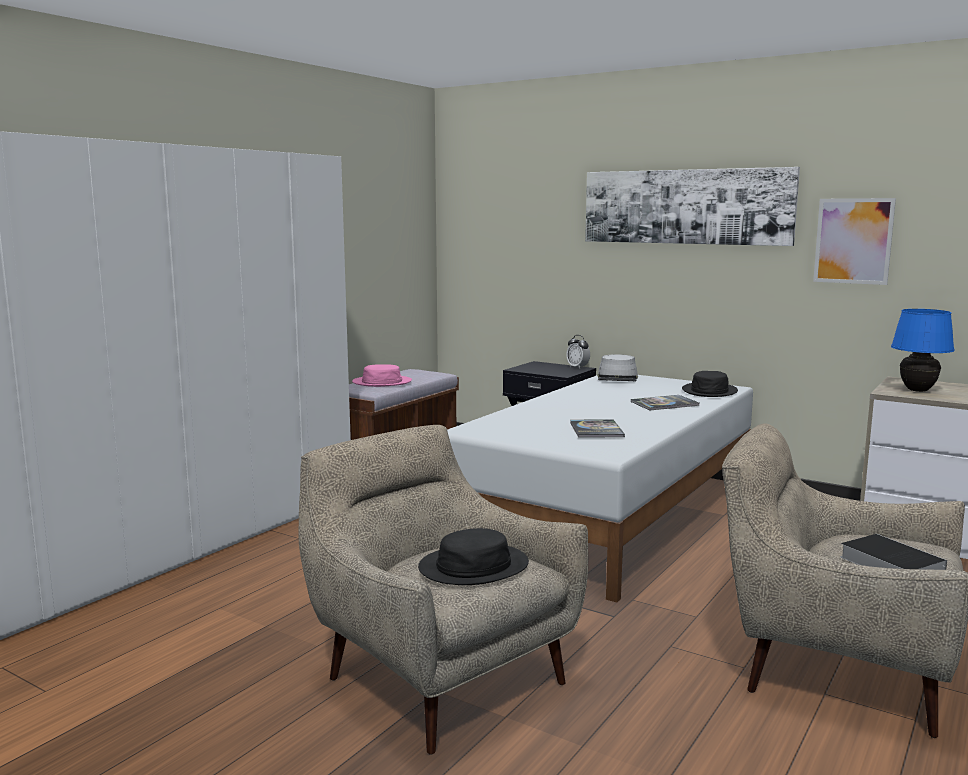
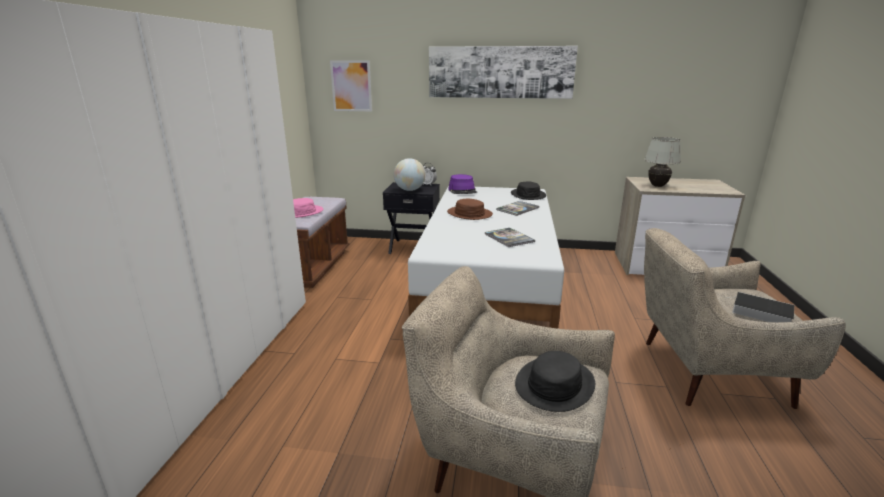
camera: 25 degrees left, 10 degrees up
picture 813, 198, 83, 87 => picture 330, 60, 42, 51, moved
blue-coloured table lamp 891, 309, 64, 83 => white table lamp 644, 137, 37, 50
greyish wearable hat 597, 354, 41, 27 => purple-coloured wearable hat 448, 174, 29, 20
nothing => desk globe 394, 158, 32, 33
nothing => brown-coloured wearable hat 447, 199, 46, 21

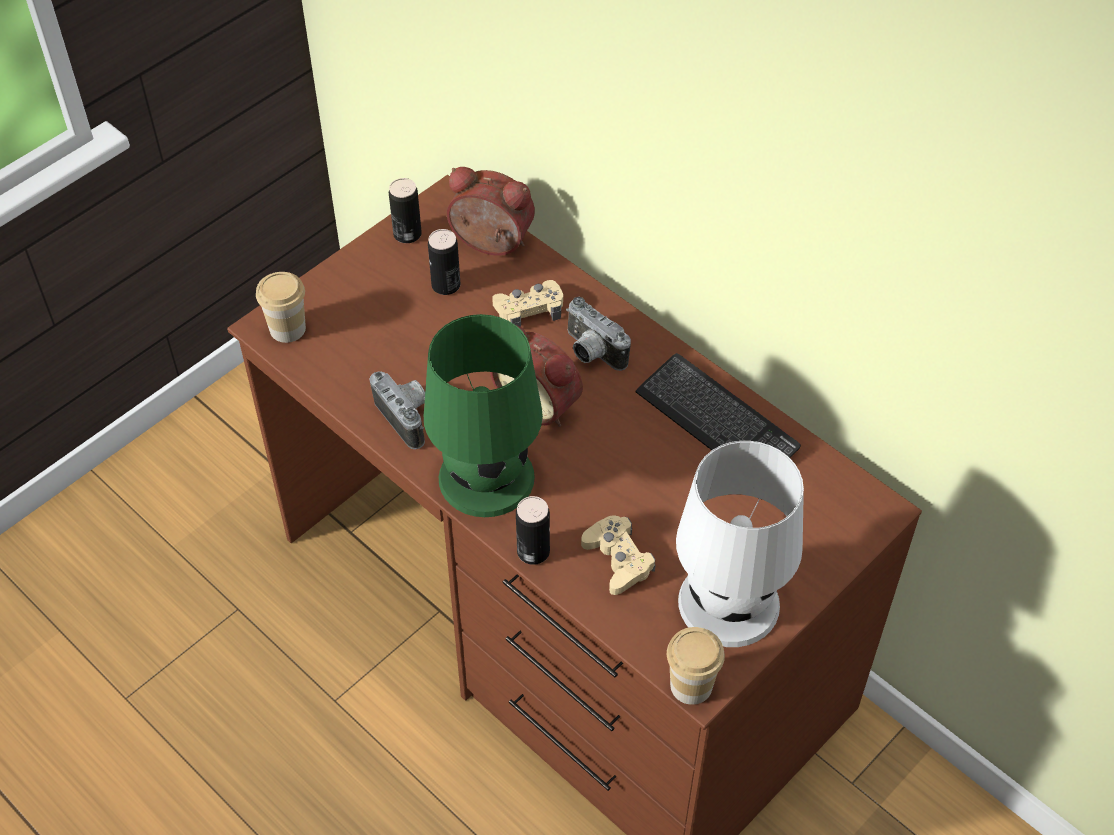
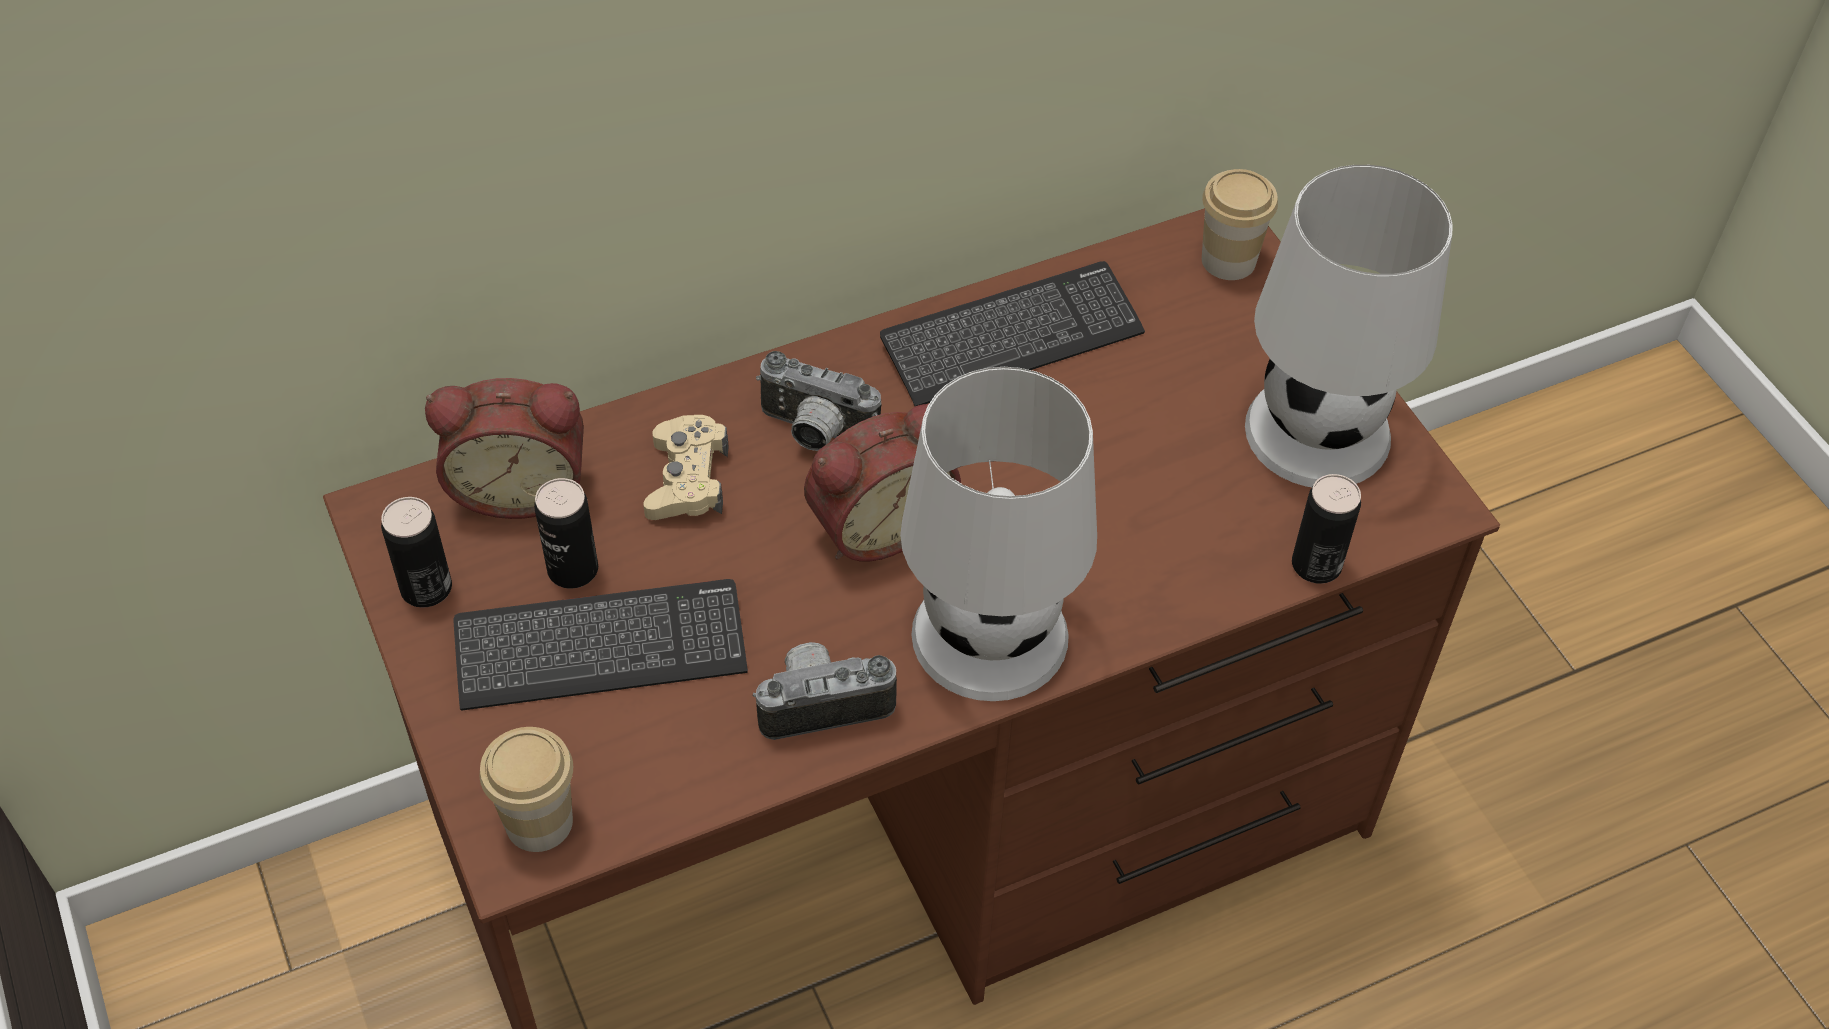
camera: 70 degrees left, 0 degrees up
alarm clock 447, 167, 88, 88 => alarm clock 425, 378, 159, 141, 135 degrees counterclockwise
still camera 566, 297, 65, 74 => still camera 756, 351, 125, 100, 45 degrees clockwise
green table lamp 424, 314, 119, 203 => white table lamp 900, 367, 197, 334
metal can 516, 496, 34, 69 => metal can 1292, 474, 69, 110, moved
beige-coloured joypad 581, 515, 75, 80 => nothing
small cup 667, 627, 58, 78 => small cup 1202, 169, 76, 111, moved
nothing => keyboard 453, 579, 295, 132

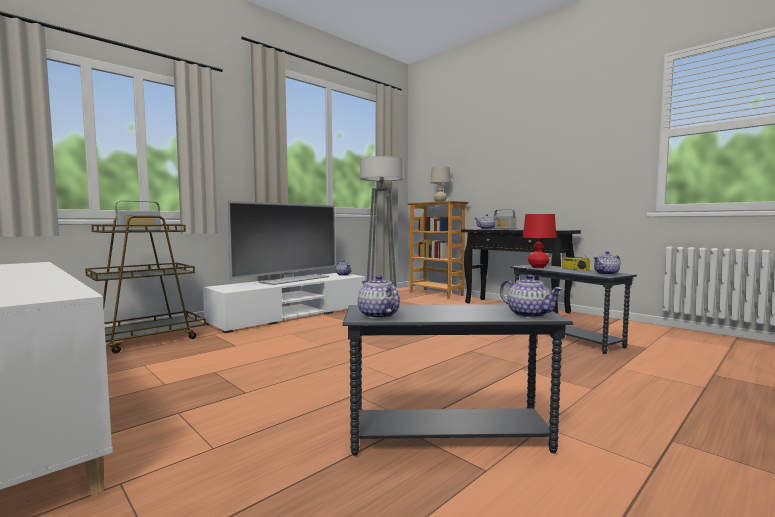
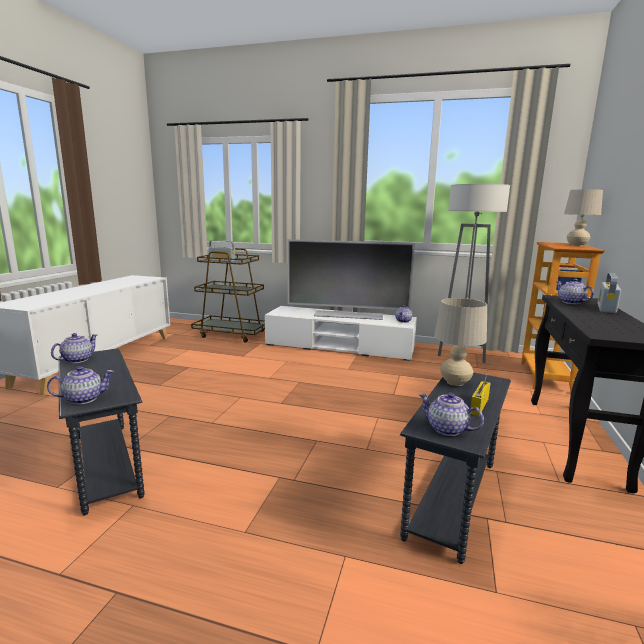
camera: 60 degrees right, 10 degrees up
red-coloured table lamp 523, 214, 33, 54 => beige-coloured table lamp 434, 298, 53, 88
tea pot 500, 274, 63, 44 => tea pot 47, 366, 67, 38, 135 degrees counterclockwise

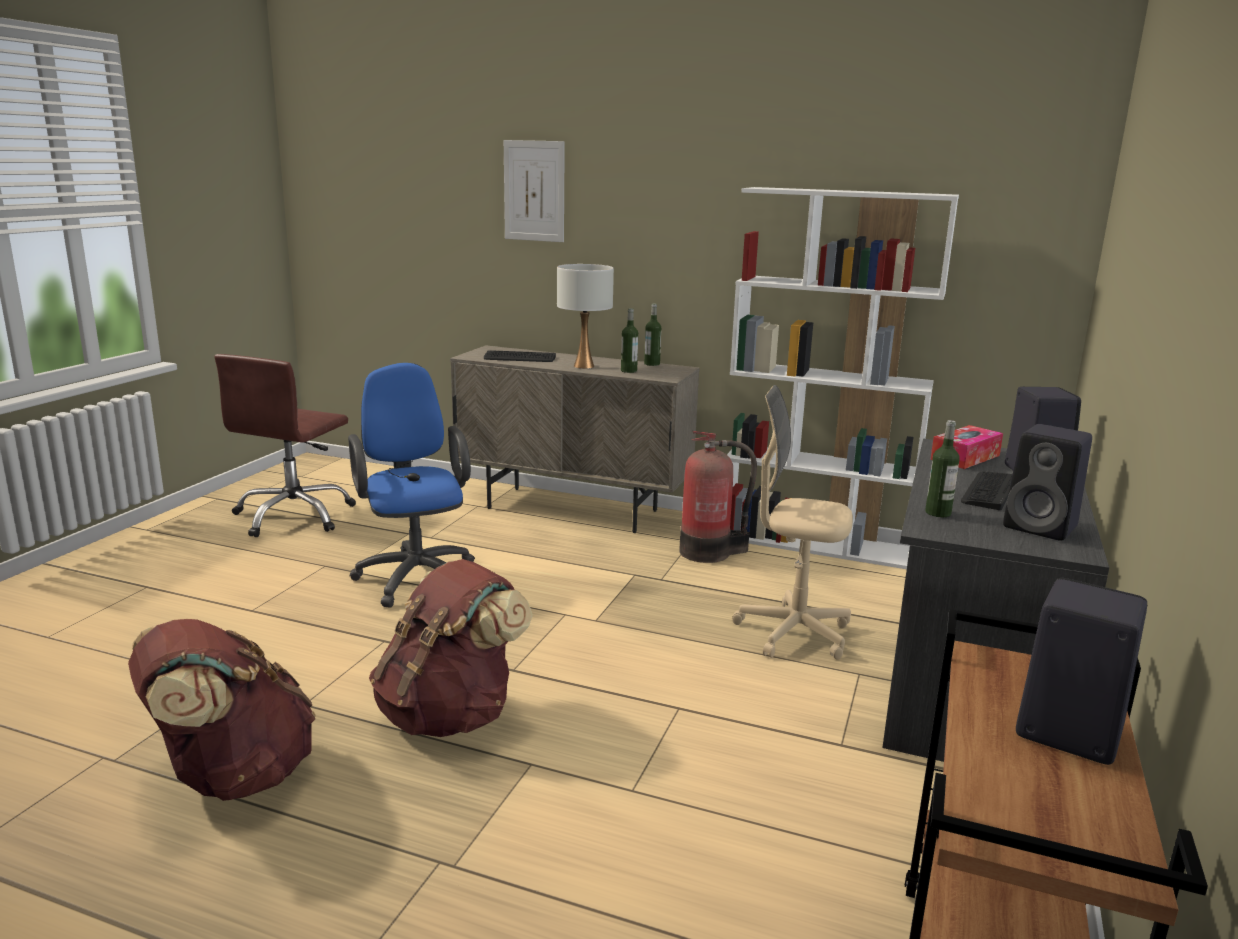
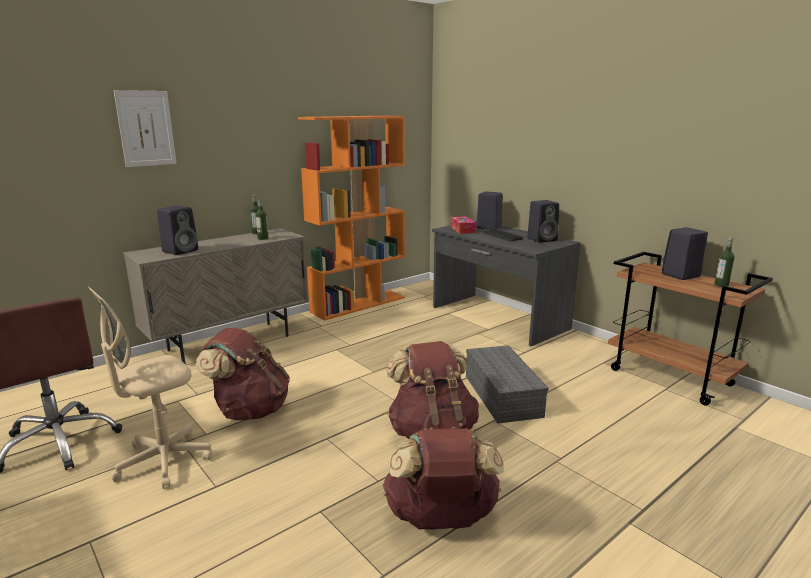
camera: 60 degrees left, 0 degrees up
white bookcase 727, 187, 232, 382 => orangey bookcase 298, 116, 107, 205
white table lamp 557, 264, 57, 105 => nothing
keyboard 484, 350, 72, 12 => blackish loudspeaker 157, 206, 41, 49
blue-coloured office chair 348, 363, 127, 245 => brown-coloured backpack 196, 328, 94, 92
beige-coloured office chair 732, 385, 121, 275 => beige-coloured office chair 88, 286, 124, 203, moved
drink bottle 925, 420, 35, 97 => drink bottle 714, 237, 21, 50, moved
extinguisher 679, 431, 78, 132 => nothing
nothing => greyish storage container 466, 345, 83, 79

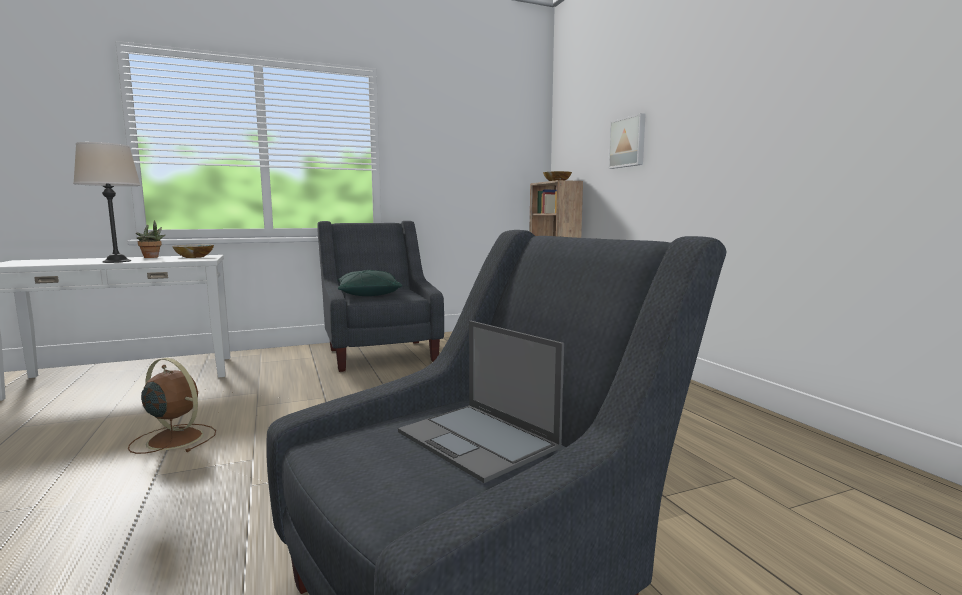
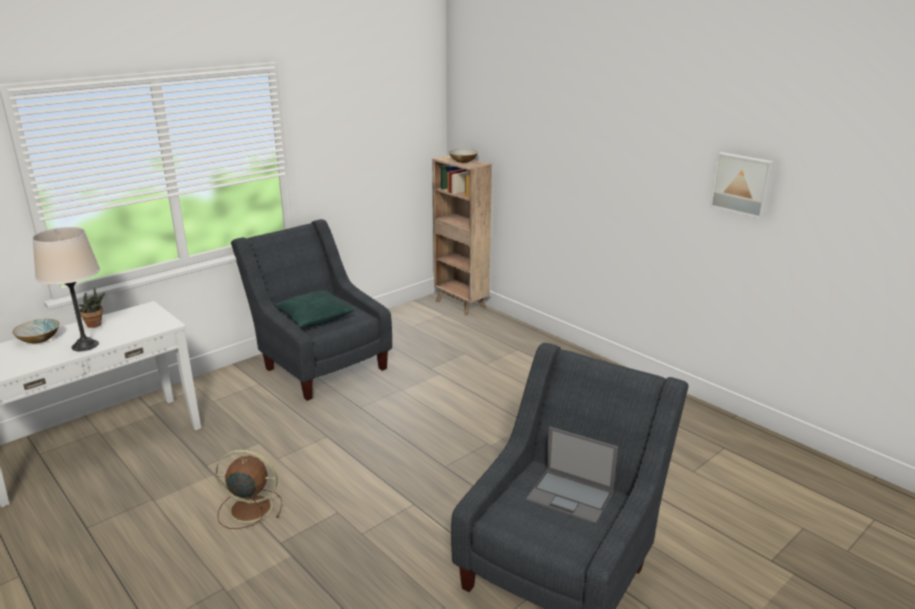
camera: 20 degrees left, 15 degrees up
picture 608, 113, 38, 56 => picture 710, 152, 64, 67, moved
deep dish 172, 245, 42, 13 => deep dish 12, 319, 47, 25, moved

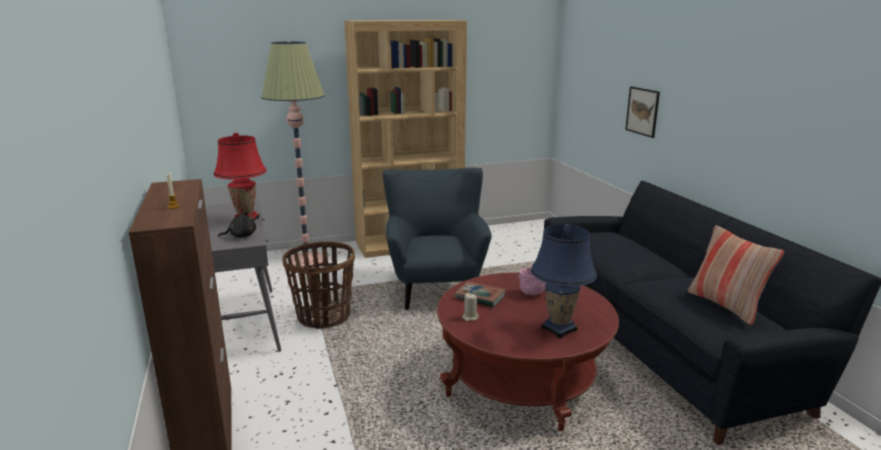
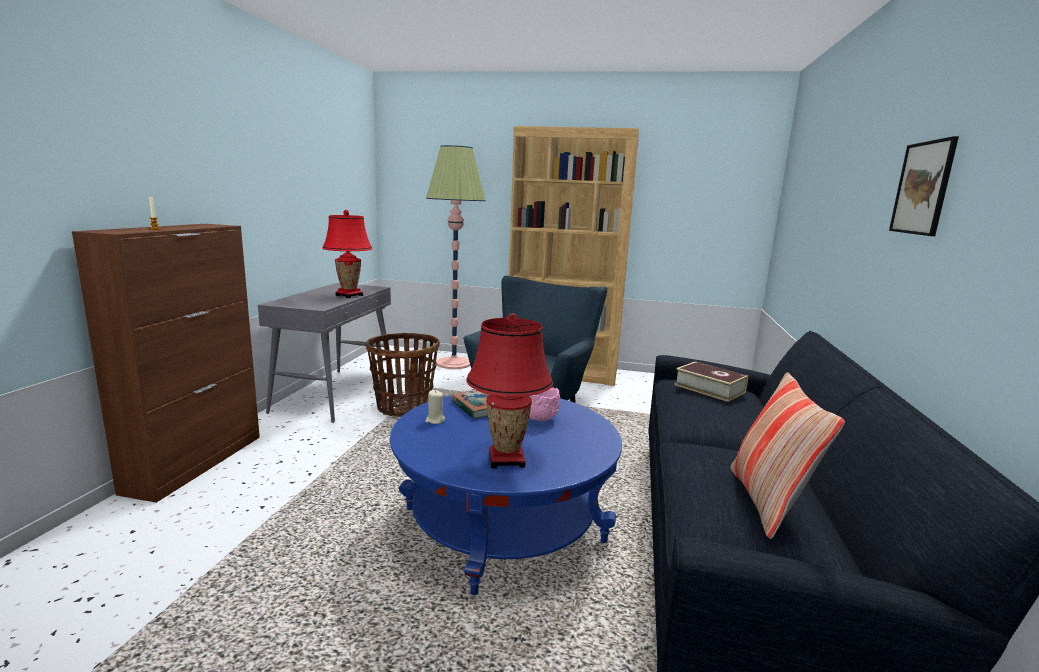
camera: 30 degrees right, 5 degrees down
picture 625, 87, 35, 51 => picture 889, 136, 70, 100, moved
blackish plush toy 218, 211, 38, 27 => nothing
blue-coloured table lamp 531, 224, 66, 114 => red-coloured table lamp 466, 313, 87, 155
red-coloured lounge table 437, 273, 182, 158 => blue-coloured lounge table 390, 395, 232, 200
nothing => book 674, 361, 74, 41

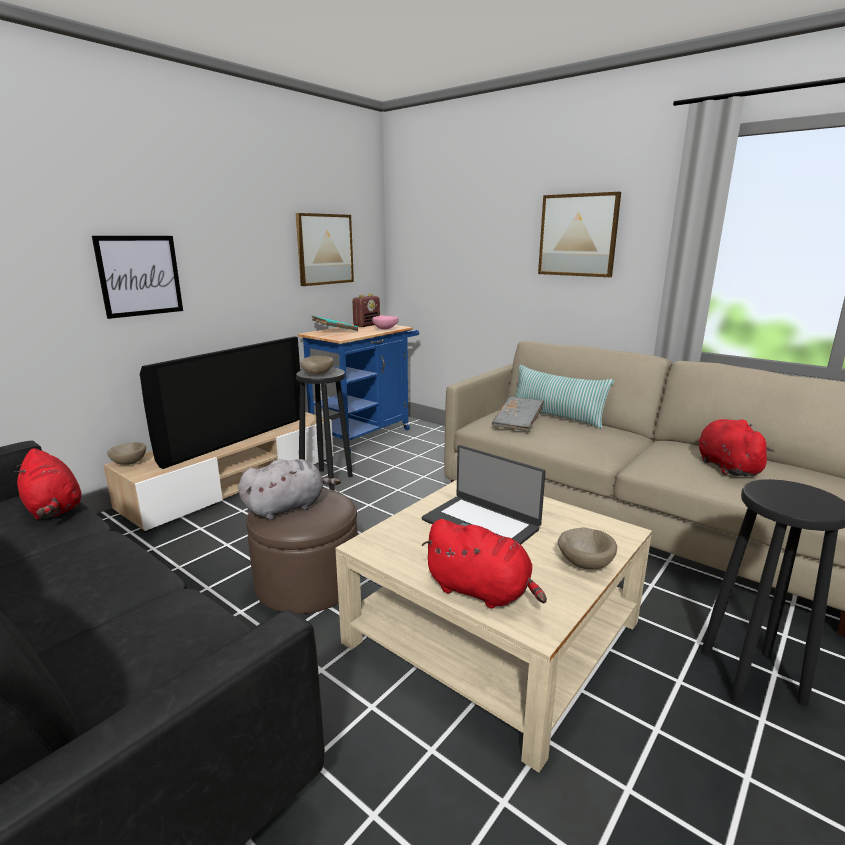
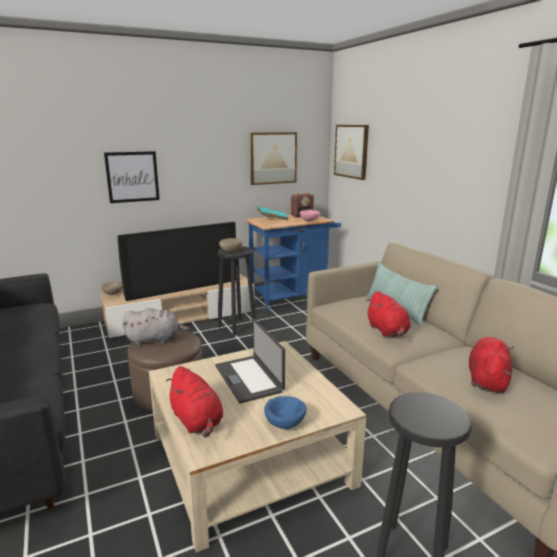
camera: 25 degrees right, 0 degrees up
picture 538, 192, 83, 85 => picture 334, 125, 35, 55, moved
greyish book 492, 397, 52, 34 => nothing
red-coloured plush toy 14, 448, 67, 72 => red-coloured plush toy 366, 291, 44, 46, moved
beige-coloured deep dish 558, 527, 59, 42 => blue-coloured deep dish 264, 396, 43, 33

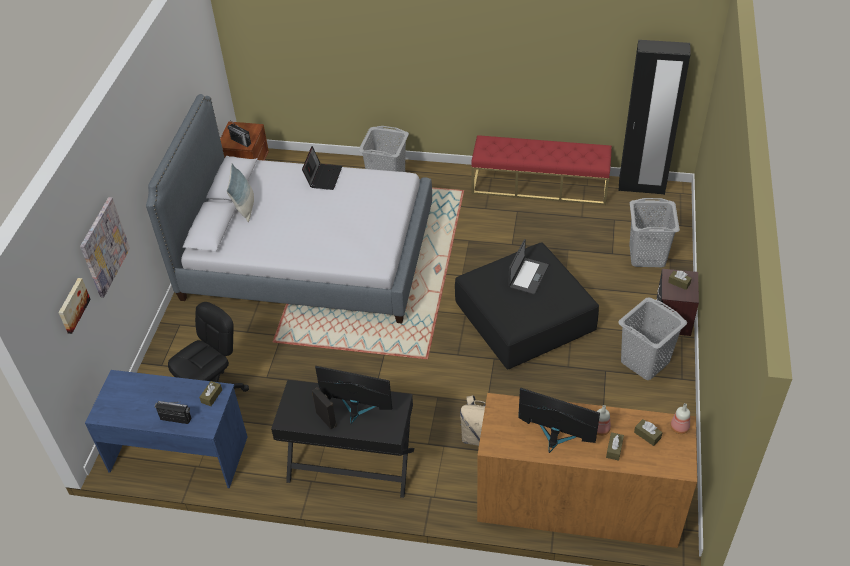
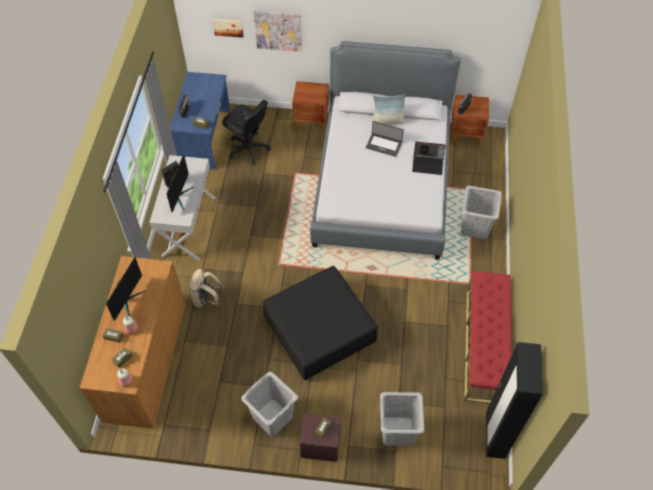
camera: 85 degrees right, 10 degrees up
notebook computer 508, 239, 41, 56 => notebook computer 366, 121, 38, 36, moved
blackish narrow table 271, 380, 143, 118 => white narrow table 149, 155, 67, 106
nothing => brown-coloured bedside table 292, 81, 37, 53

